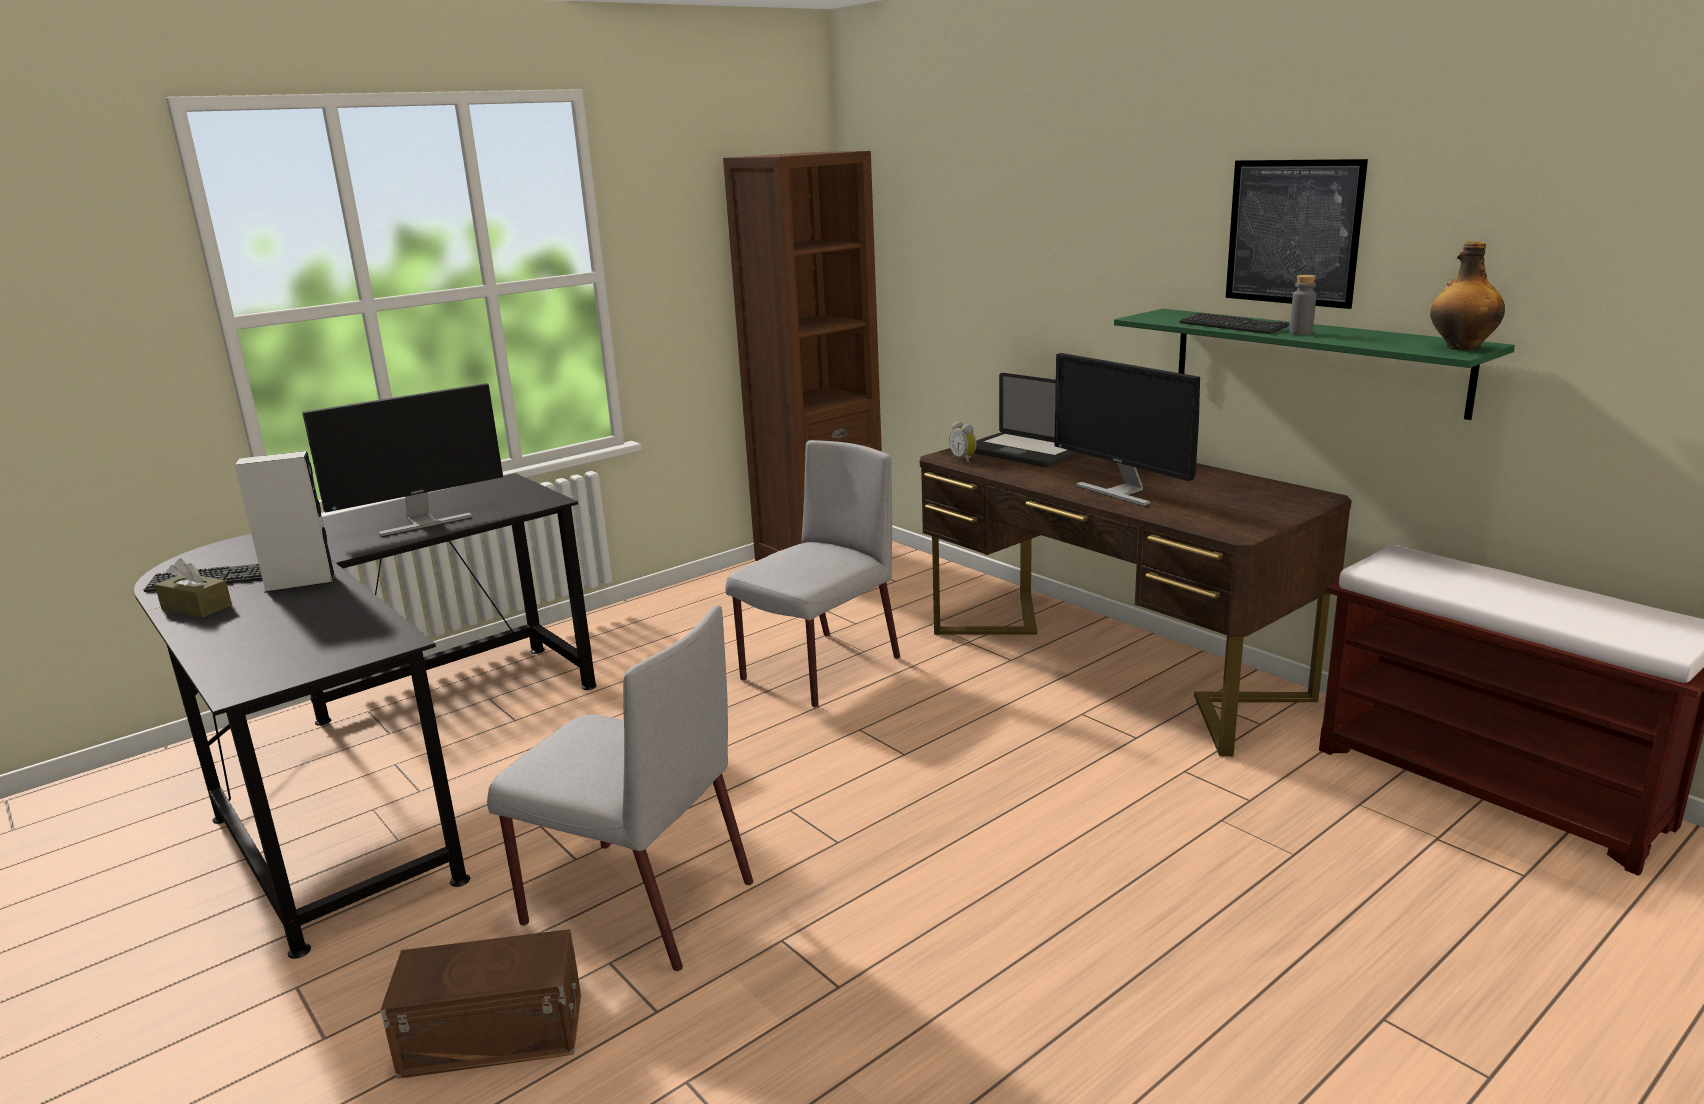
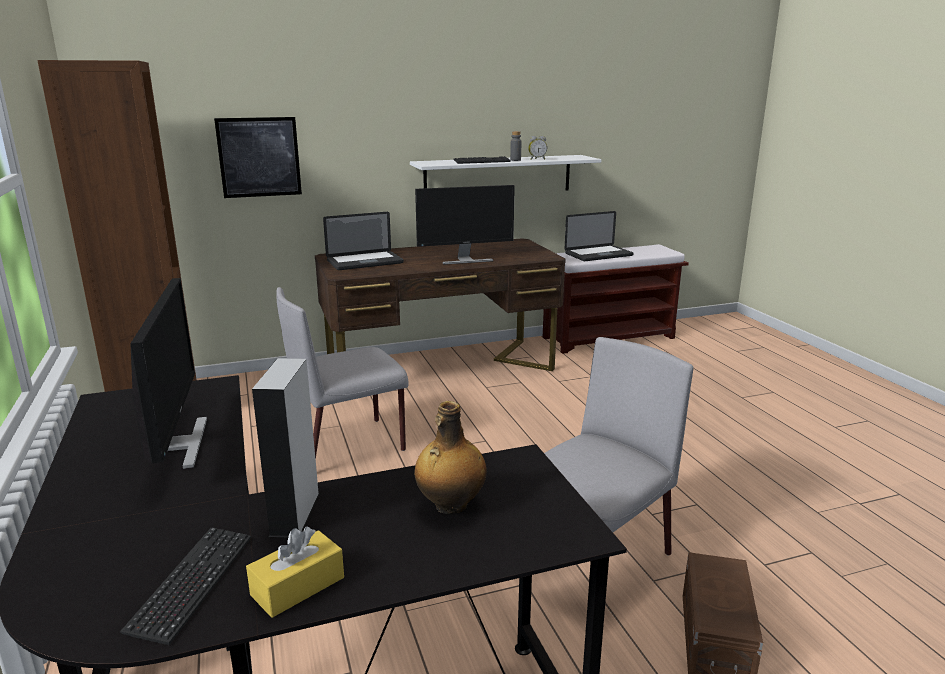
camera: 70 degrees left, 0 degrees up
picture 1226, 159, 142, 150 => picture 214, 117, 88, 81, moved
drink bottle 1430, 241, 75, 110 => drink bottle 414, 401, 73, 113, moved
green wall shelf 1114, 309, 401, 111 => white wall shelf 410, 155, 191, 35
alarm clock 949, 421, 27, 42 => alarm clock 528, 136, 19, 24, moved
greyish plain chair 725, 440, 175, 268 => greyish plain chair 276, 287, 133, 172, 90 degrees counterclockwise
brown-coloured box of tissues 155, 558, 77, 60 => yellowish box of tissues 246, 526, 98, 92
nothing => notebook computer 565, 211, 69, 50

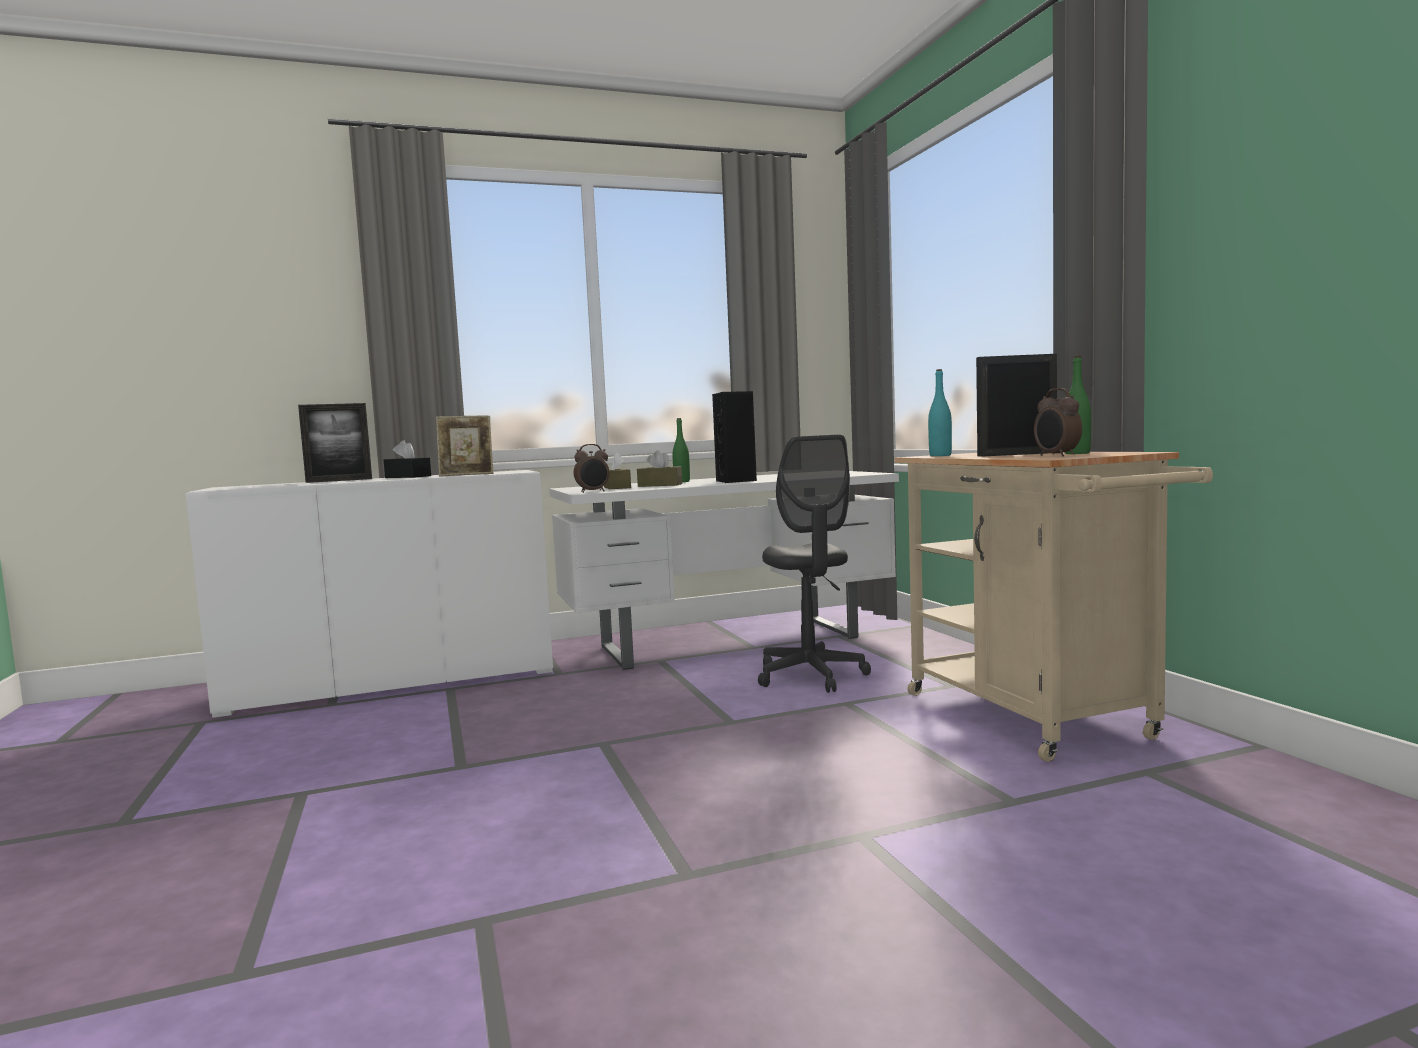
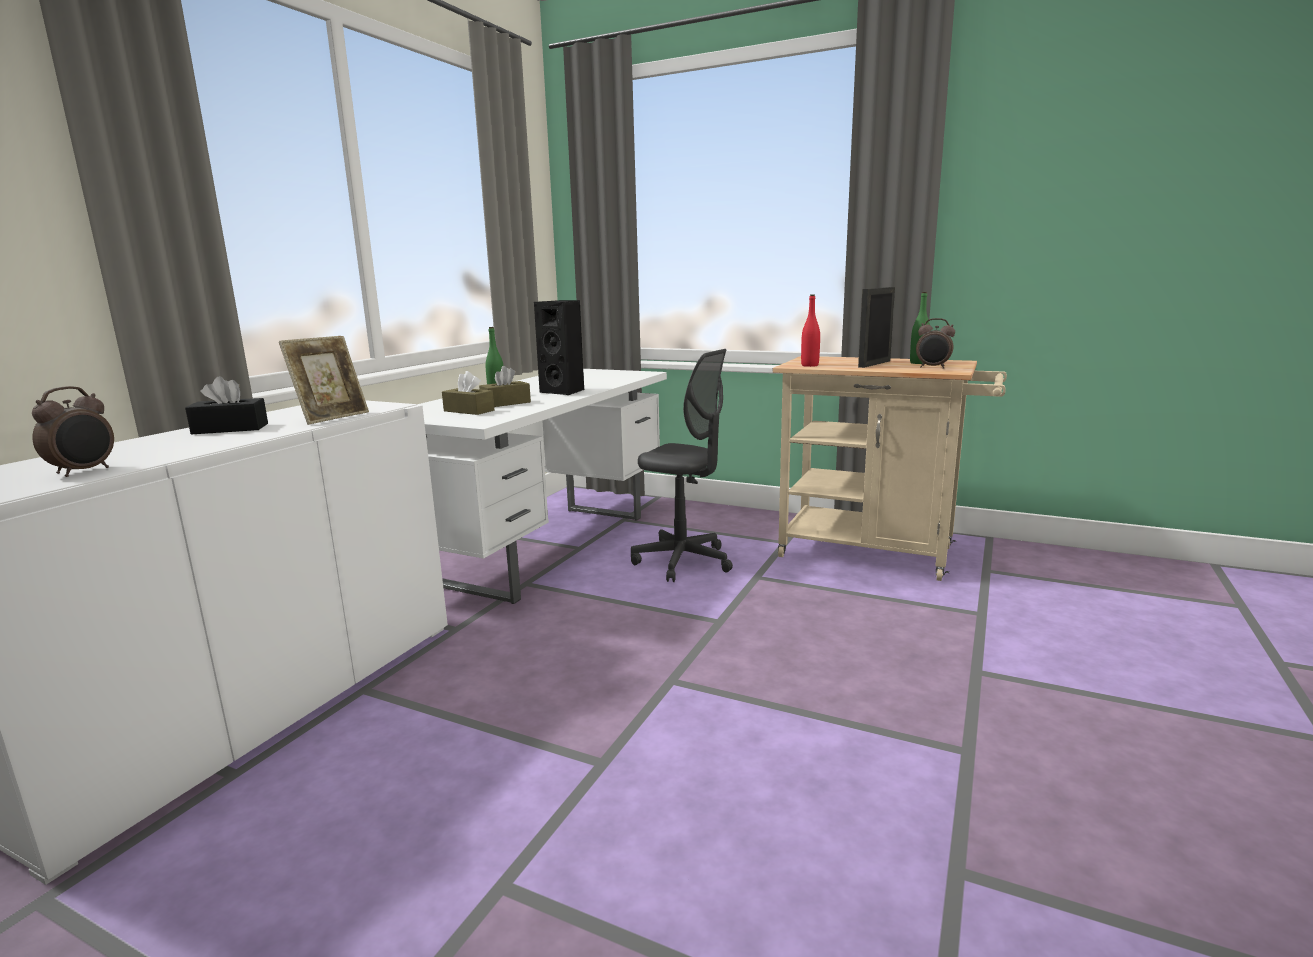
camera: 45 degrees left, 10 degrees up
turquoise-coloured drink bottle 928, 369, 24, 87 => red-coloured drink bottle 801, 294, 19, 73
photo frame 298, 403, 74, 80 => nothing
alarm clock 574, 444, 35, 49 => alarm clock 32, 386, 82, 91, moved

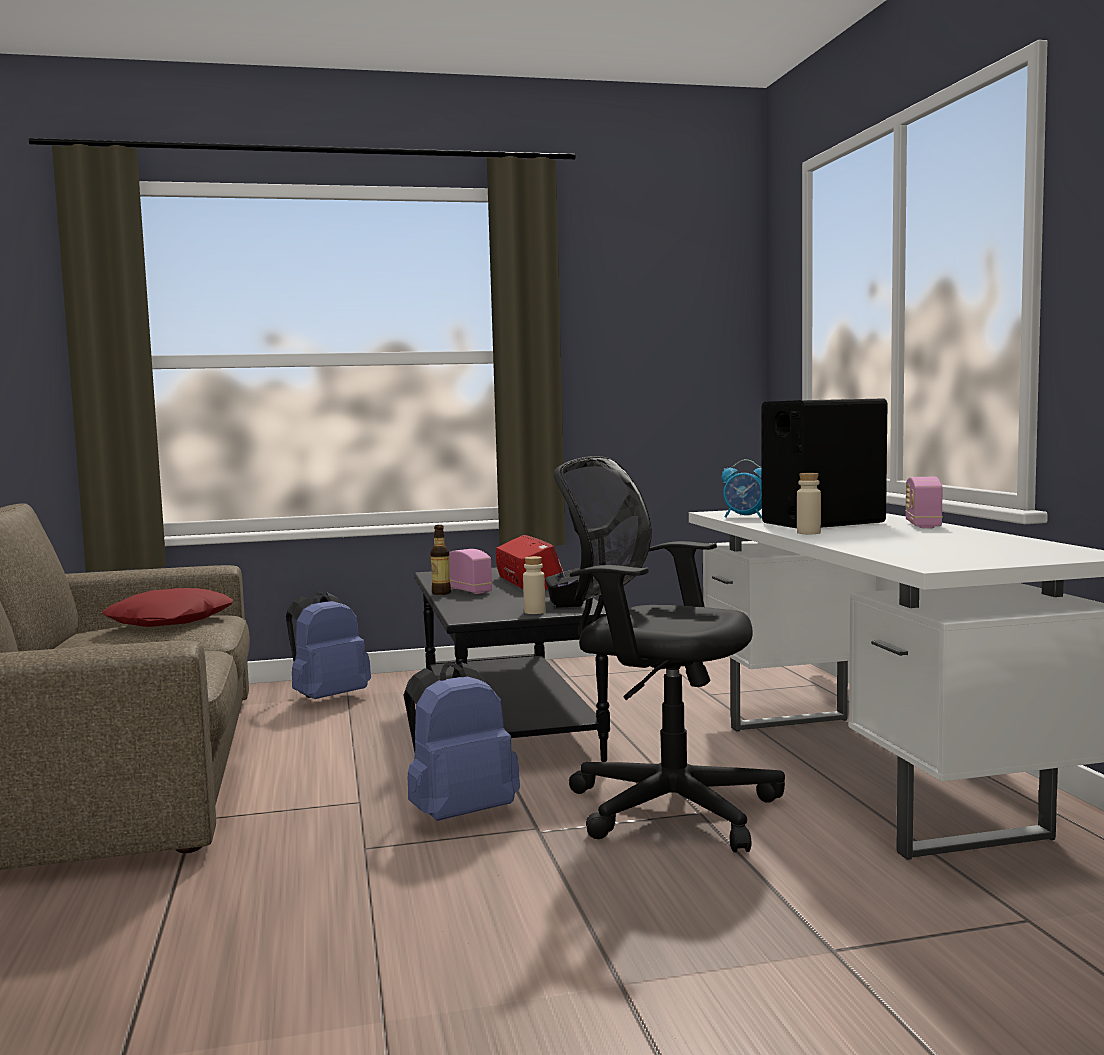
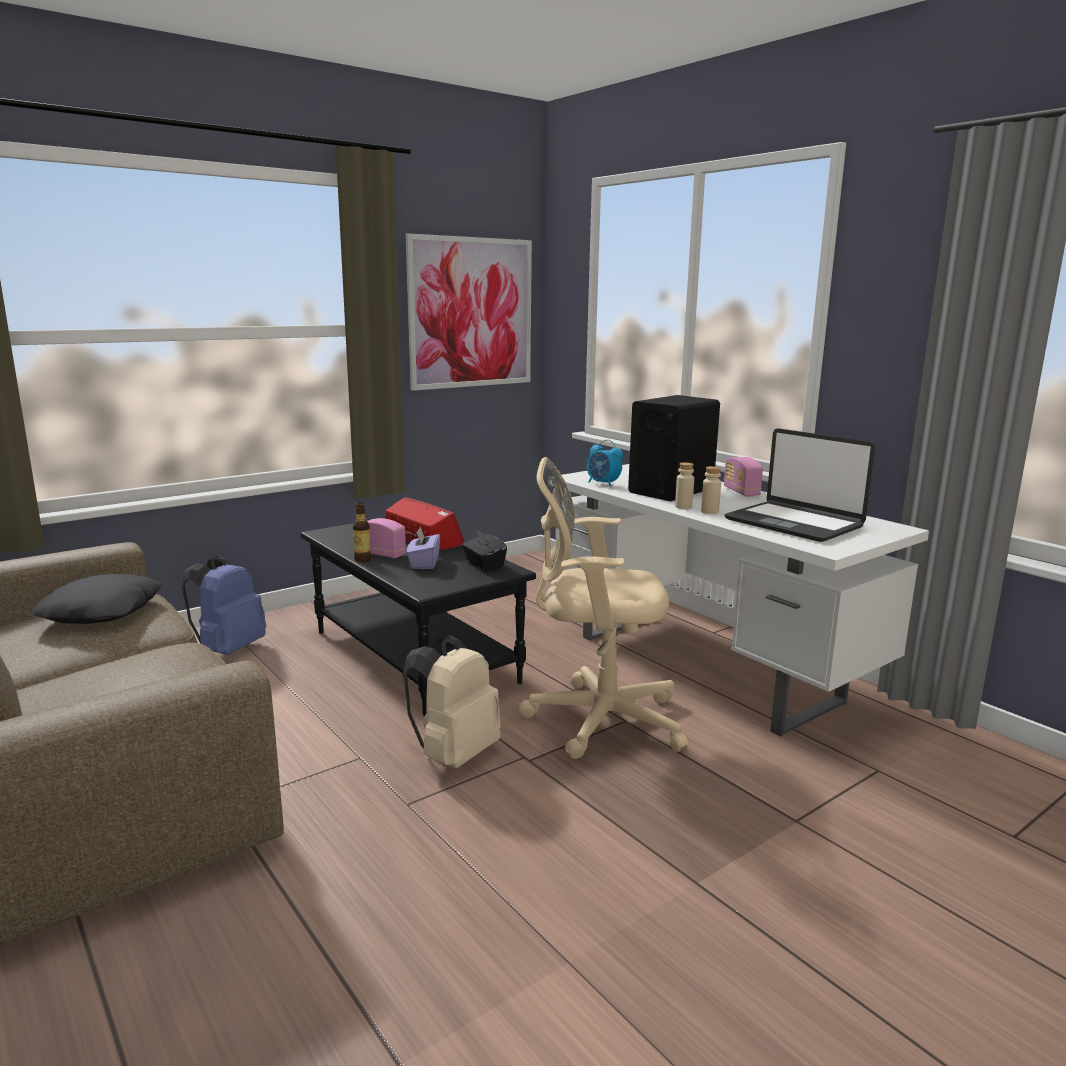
camera: 25 degrees left, 10 degrees up
blackish office chair 554, 456, 231, 397 => beige-coloured office chair 519, 457, 169, 302
alarm clock 722, 459, 40, 59 => alarm clock 587, 440, 36, 47, 45 degrees clockwise
beige-coloured drink bottle 523, 556, 22, 58 => beige-coloured drink bottle 701, 466, 20, 48, moved
red-coloured pillow 102, 588, 131, 39 => blackish pillow 32, 574, 130, 50
blue-coloured backpack 404, 661, 116, 160 => beige-coloured backpack 403, 635, 98, 133
nothing => picture 406, 233, 126, 158
nothing => notebook computer 725, 428, 150, 114
nothing => purple-coloured box of tissues 407, 527, 33, 42

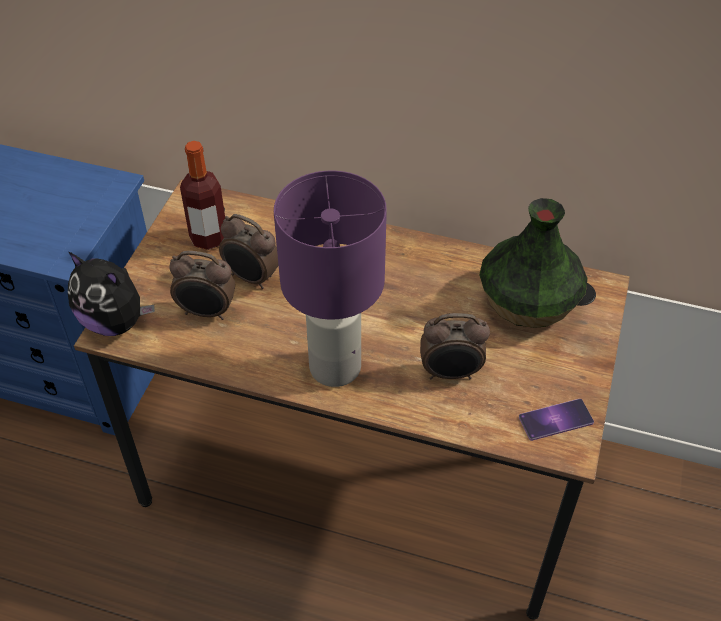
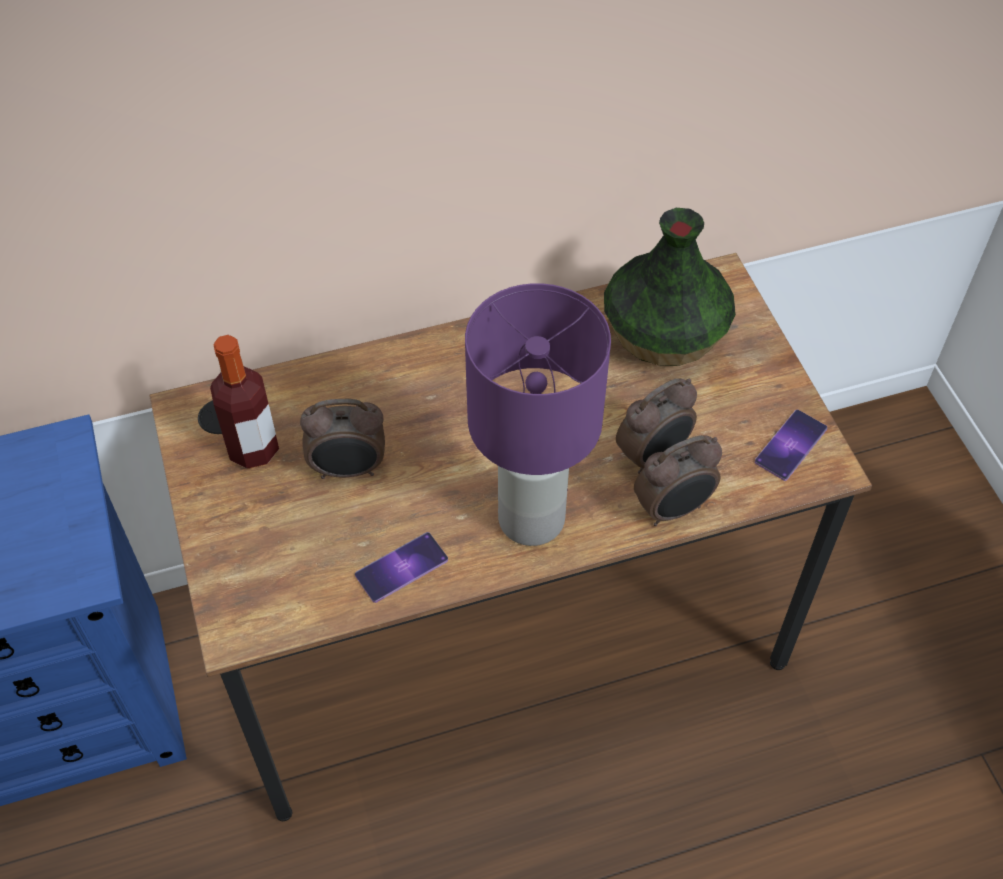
camera: 35 degrees left, 5 degrees up
alarm clock 169, 251, 66, 69 => alarm clock 634, 435, 88, 91, moved
plush toy 68, 252, 87, 84 => nothing
nothing => phone 355, 532, 93, 71

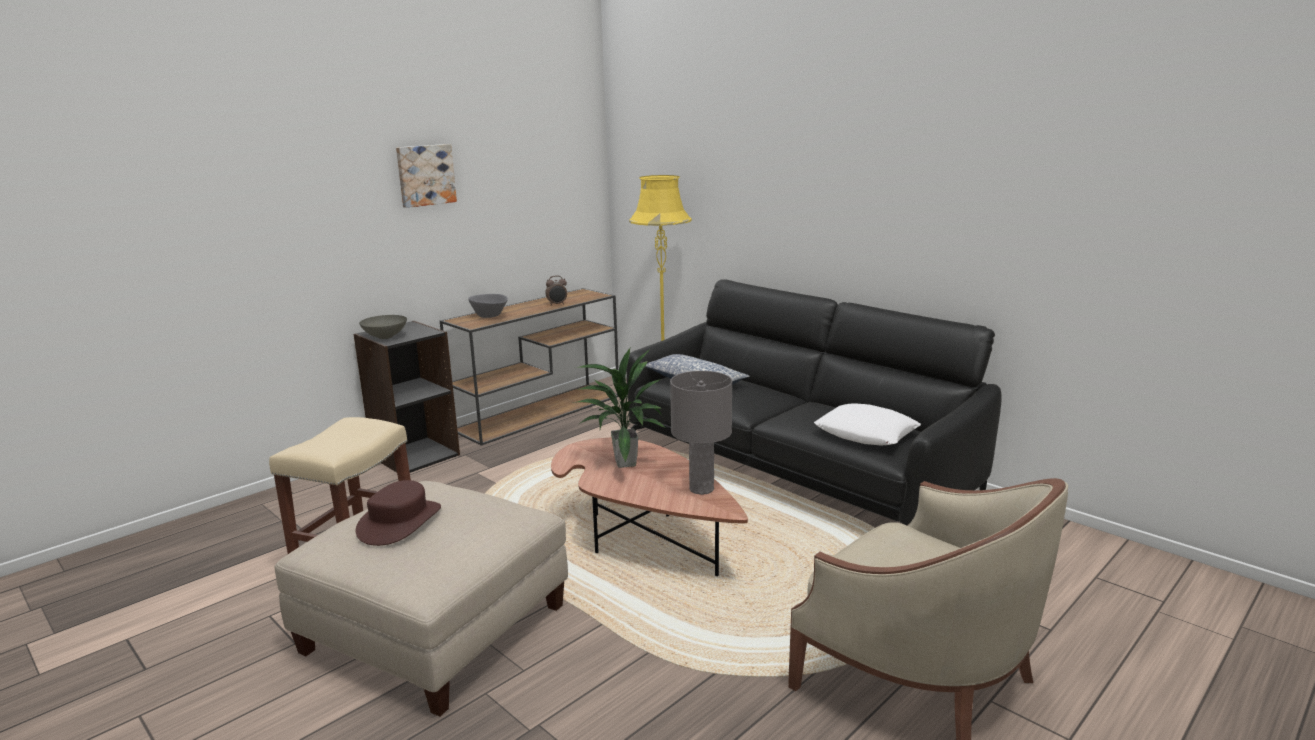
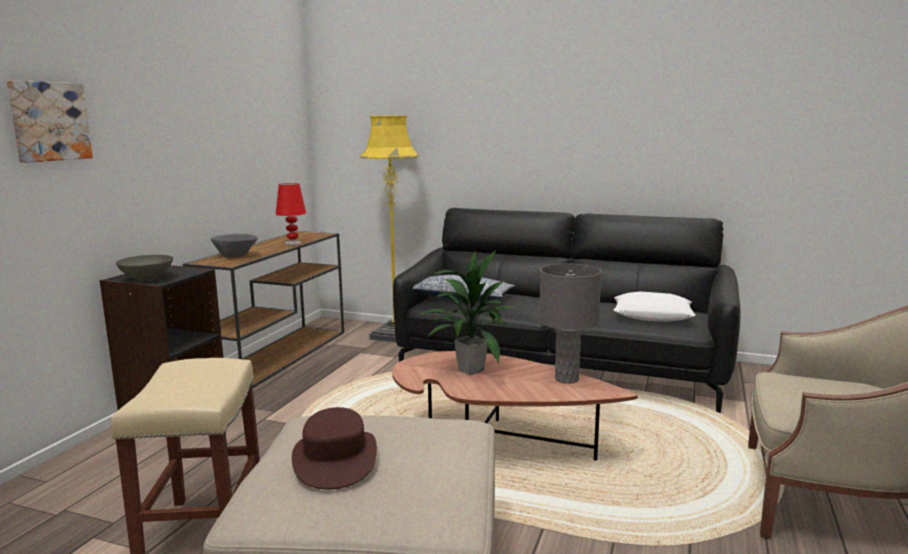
camera: 25 degrees left, 5 degrees down
picture 396, 144, 61, 64 => picture 7, 80, 86, 83, moved
alarm clock 545, 275, 22, 31 => red-coloured table lamp 276, 183, 30, 62

